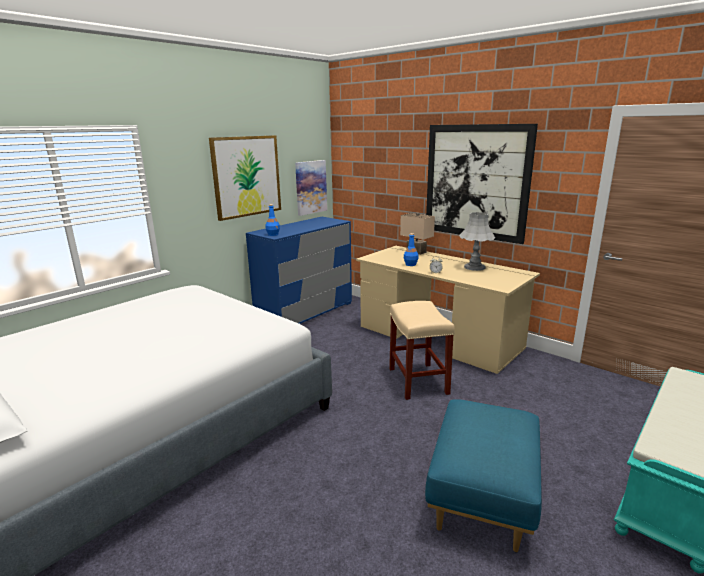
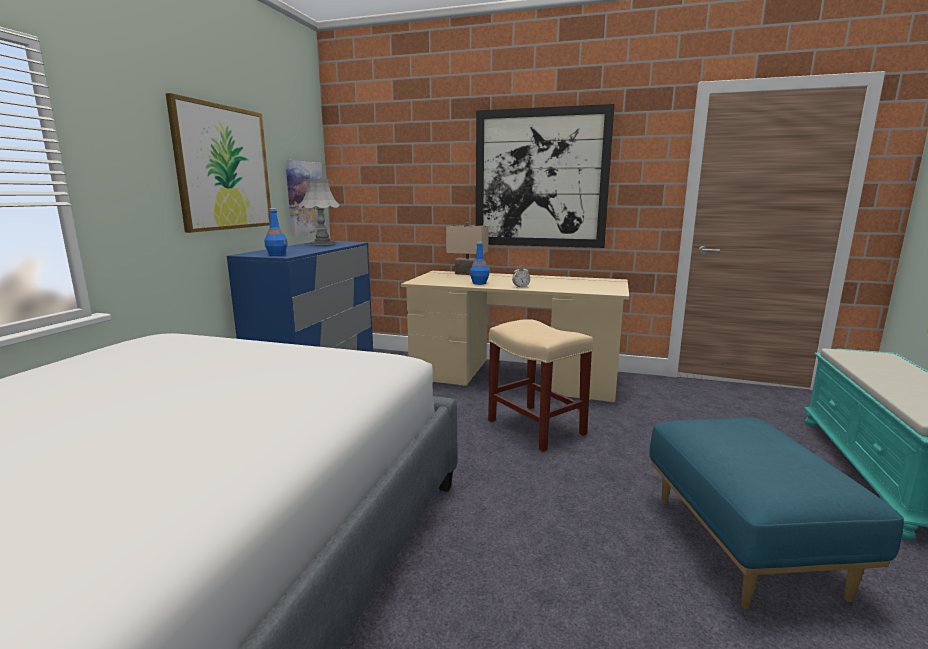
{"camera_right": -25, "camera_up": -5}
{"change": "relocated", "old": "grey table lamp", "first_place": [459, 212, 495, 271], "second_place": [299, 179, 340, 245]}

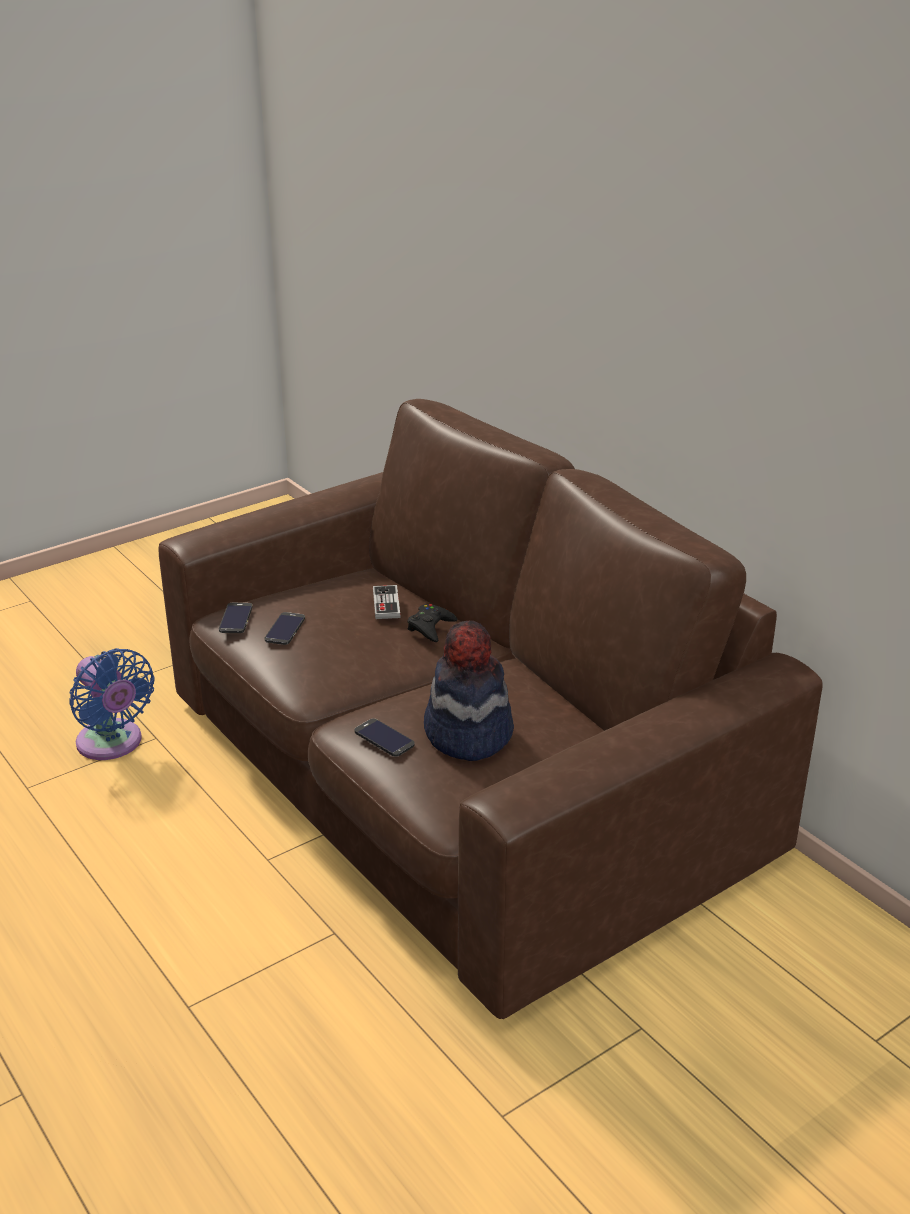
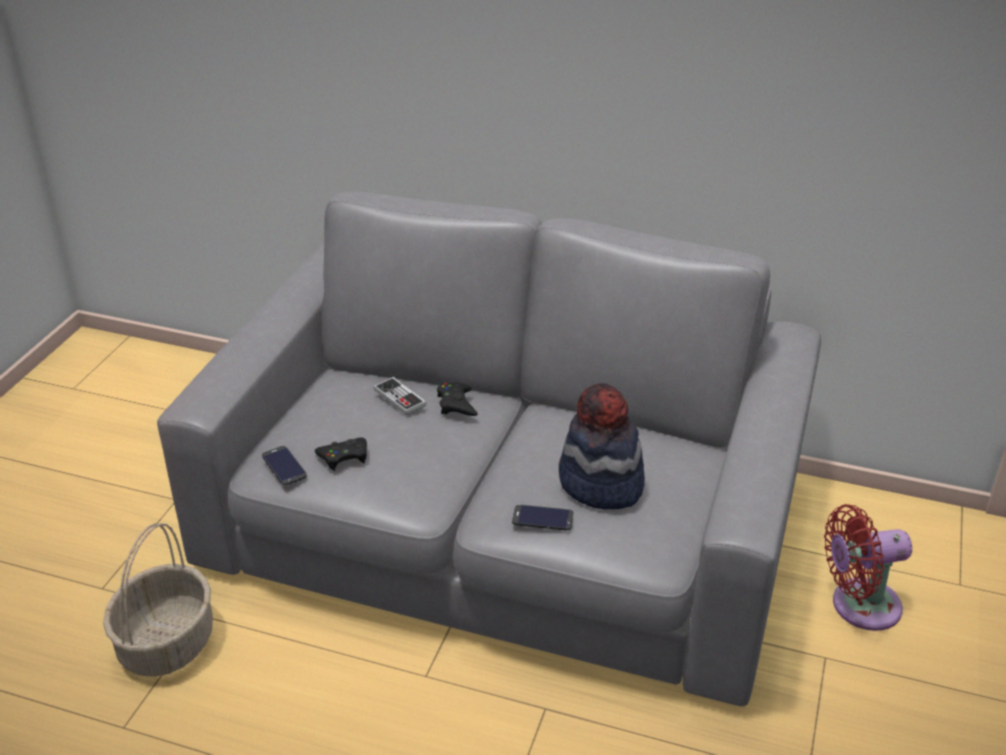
{"camera_right": -35, "camera_up": 5}
{"change": "exchanged", "old": "blue fan", "new": "basket", "first_place": [69, 648, 155, 760], "second_place": [103, 523, 213, 677]}
{"change": "colour", "old": "brown sofa", "new": "grey sofa", "first_place": [158, 399, 823, 1019], "second_place": [157, 192, 821, 707]}
{"change": "exchanged", "old": "phone", "new": "black game controller", "first_place": [265, 612, 305, 645], "second_place": [315, 437, 367, 471]}
{"change": "appeared", "new": "red fan", "second_place": [824, 504, 912, 631]}

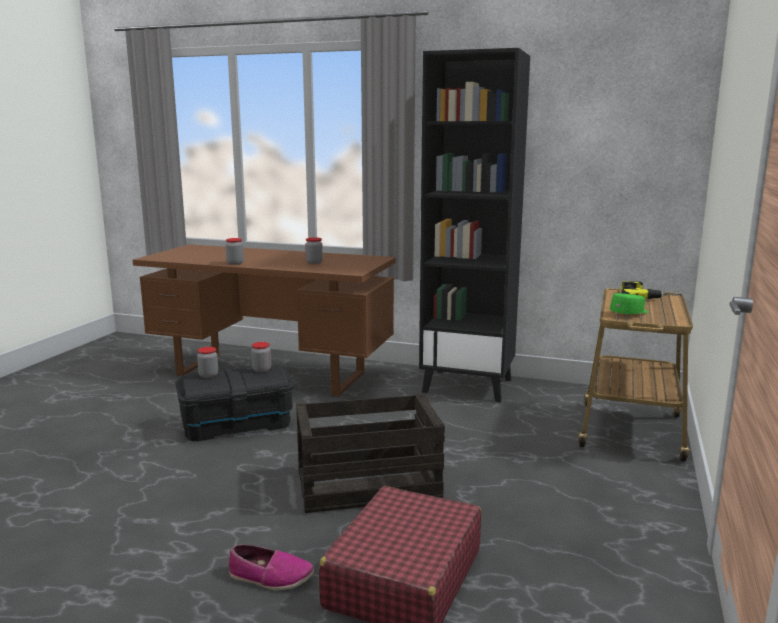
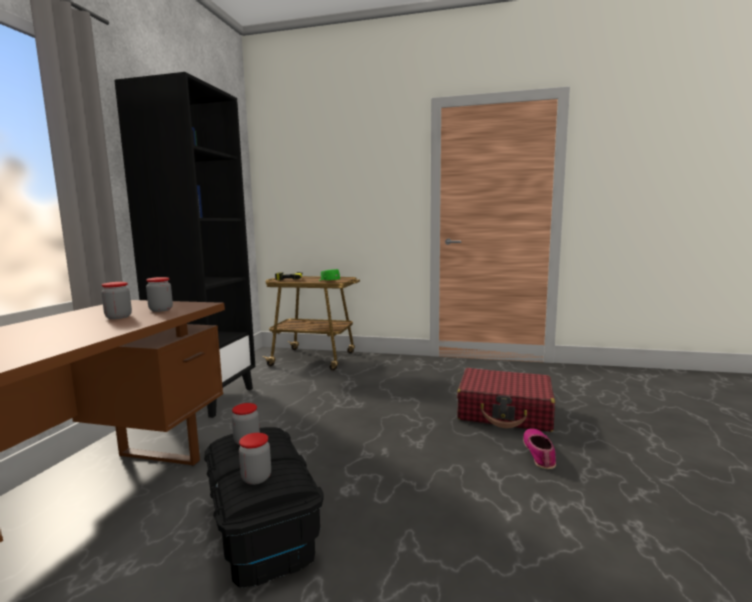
{"camera_right": -95, "camera_up": -5}
{"change": "relocated", "old": "jar", "first_place": [225, 238, 244, 265], "second_place": [146, 277, 173, 312]}
{"change": "missing", "old": "crate", "first_place": [296, 393, 445, 513]}

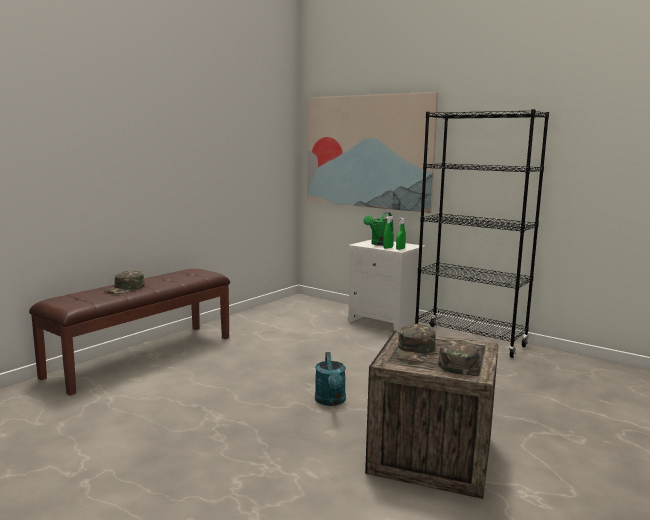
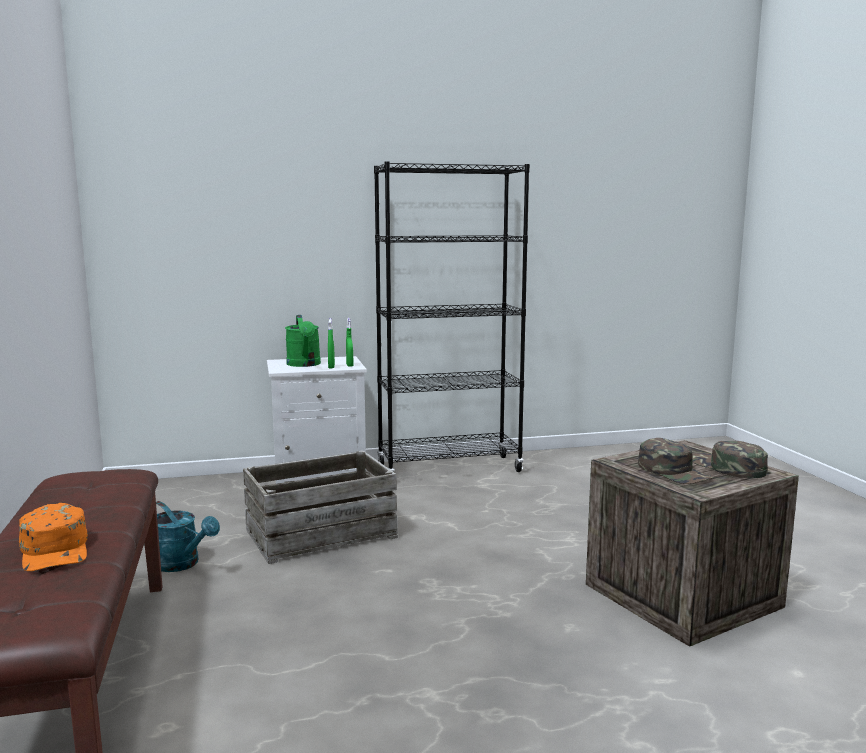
{"camera_right": -50, "camera_up": 0}
{"change": "colour", "old": "green cap", "new": "orange cap", "first_place": [105, 270, 145, 294], "second_place": [19, 503, 88, 571]}
{"change": "relocated", "old": "turquoise watering can", "first_place": [315, 352, 346, 406], "second_place": [156, 501, 220, 572]}
{"change": "appeared", "new": "crate", "second_place": [243, 451, 398, 564]}
{"change": "missing", "old": "picture", "first_place": [308, 92, 438, 213]}

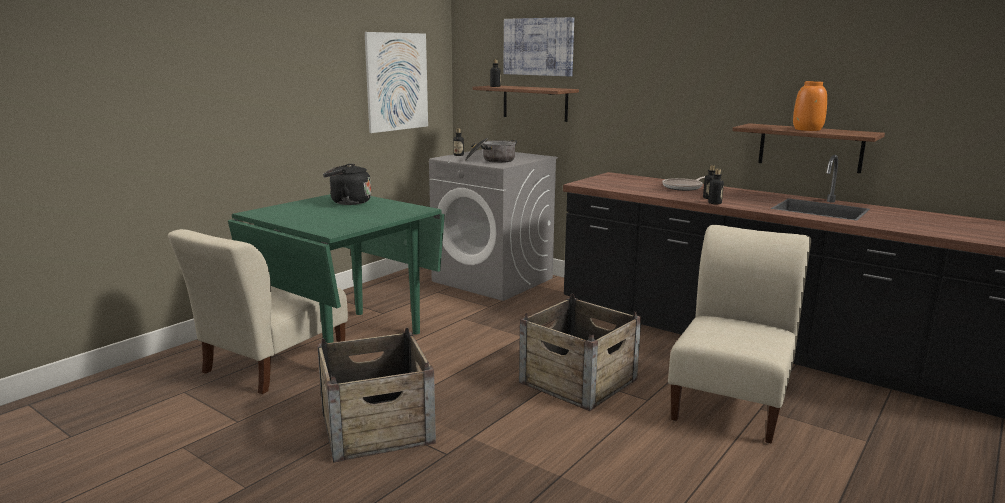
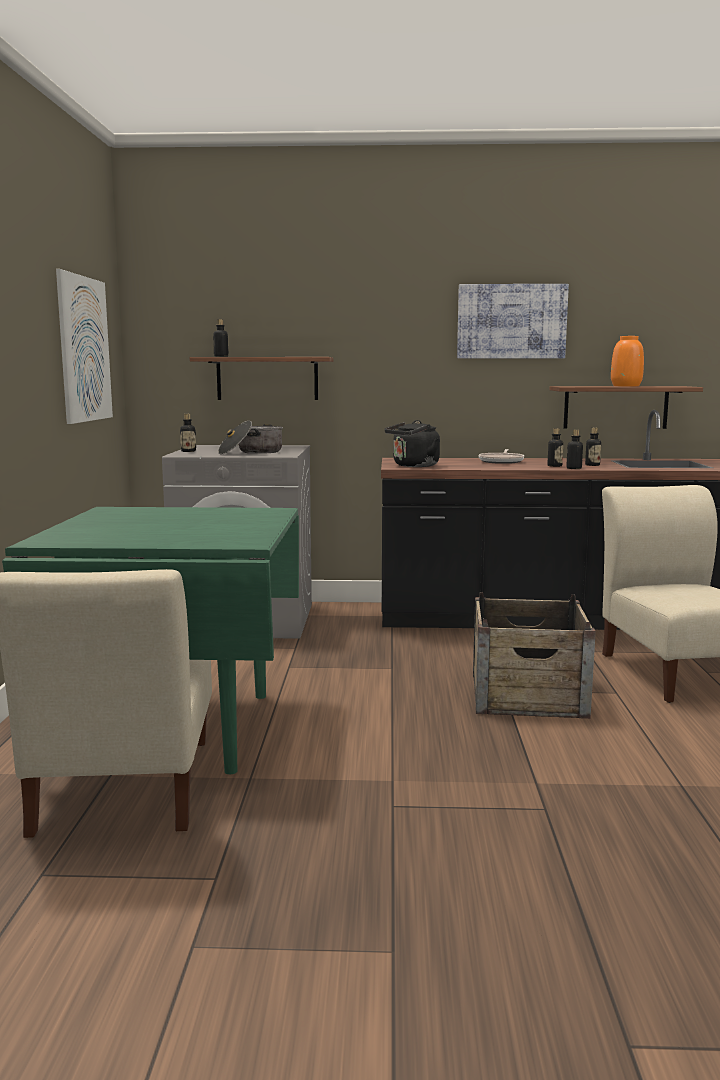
{"camera_right": -35, "camera_up": -5}
{"change": "relocated", "old": "black kettle", "first_place": [323, 163, 371, 205], "second_place": [385, 420, 440, 467]}
{"change": "relocated", "old": "picture", "first_place": [504, 17, 574, 76], "second_place": [457, 284, 569, 358]}
{"change": "appeared", "new": "bottle", "second_place": [585, 428, 601, 466]}
{"change": "missing", "old": "crate", "first_place": [317, 328, 436, 463]}

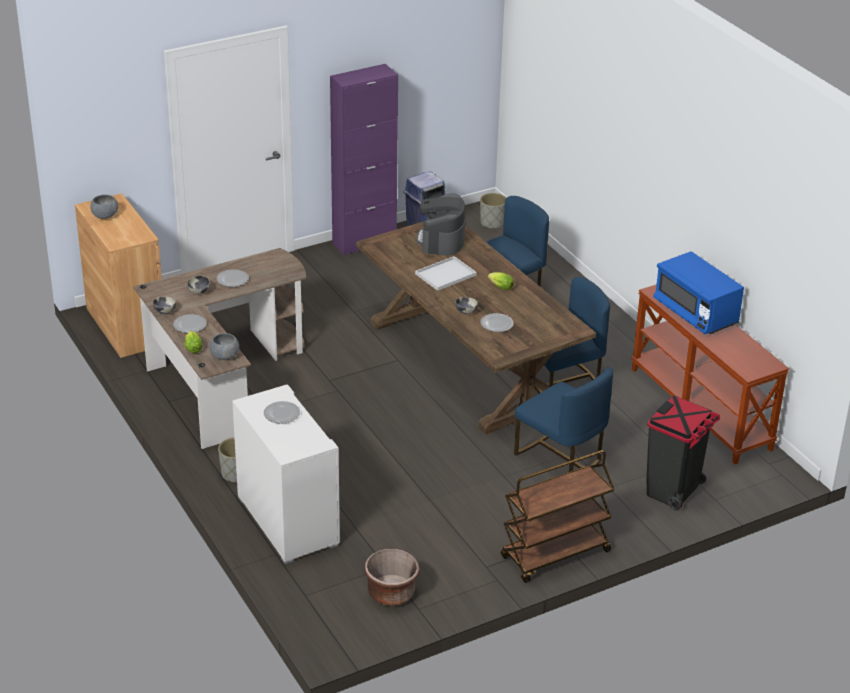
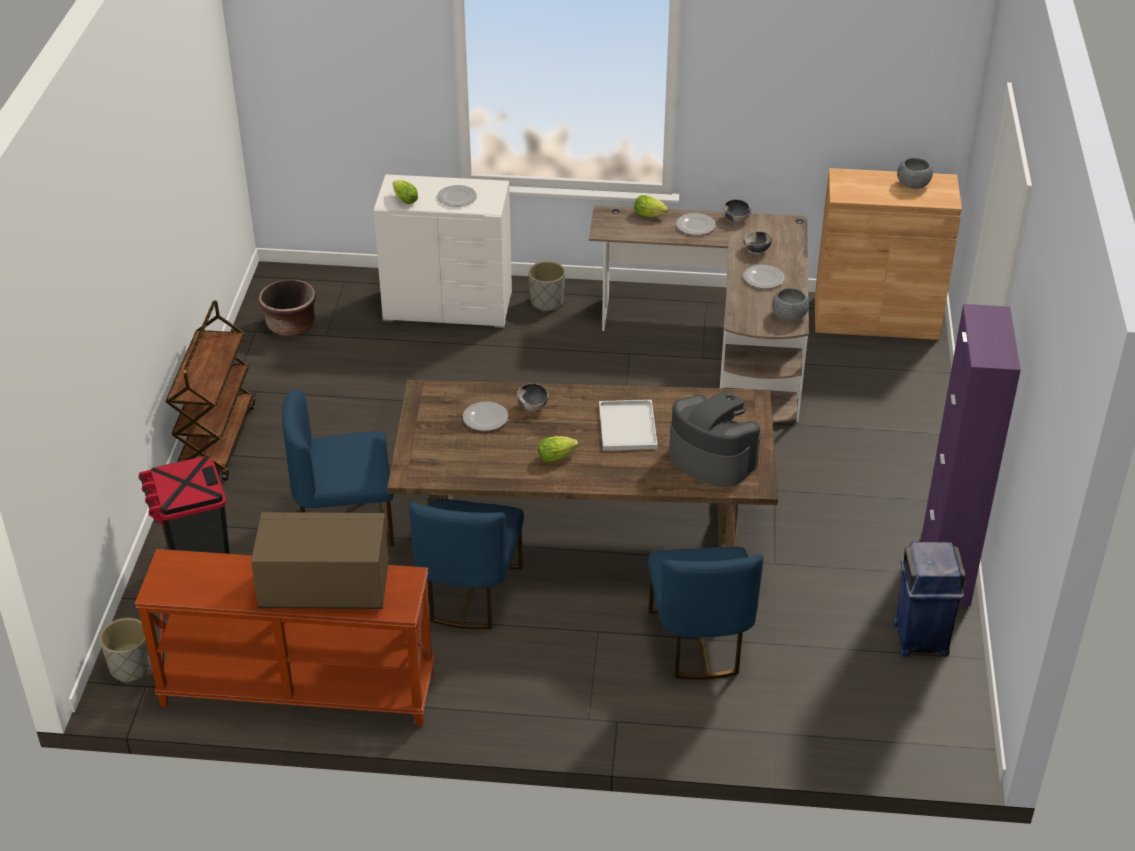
{"camera_right": 125, "camera_up": 5}
{"change": "relocated", "old": "grey planter", "first_place": [480, 193, 506, 229], "second_place": [99, 618, 151, 683]}
{"change": "colour", "old": "blue microwave", "new": "brown microwave", "first_place": [653, 251, 744, 334], "second_place": [251, 512, 389, 609]}
{"change": "appeared", "new": "lettuce", "second_place": [393, 180, 418, 204]}
{"change": "relocated", "old": "grey bowl", "first_place": [209, 333, 239, 360], "second_place": [772, 288, 809, 321]}

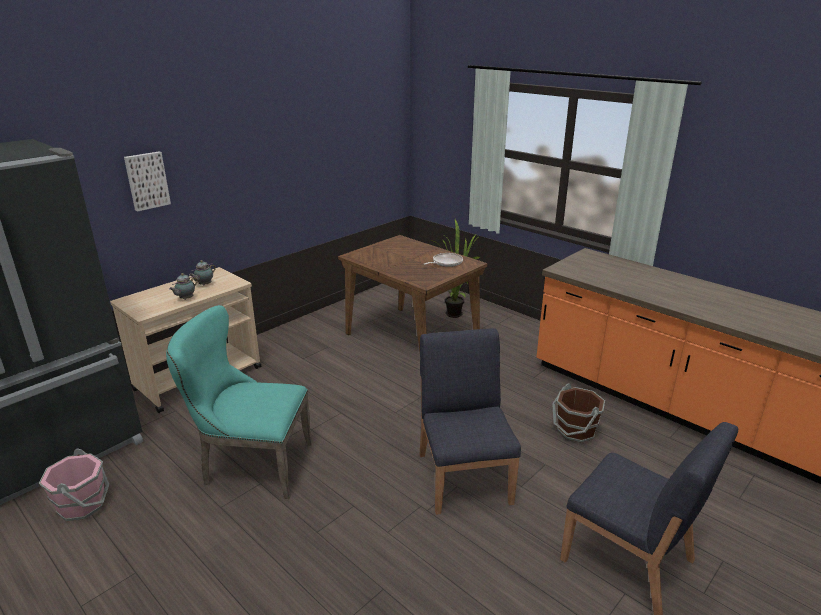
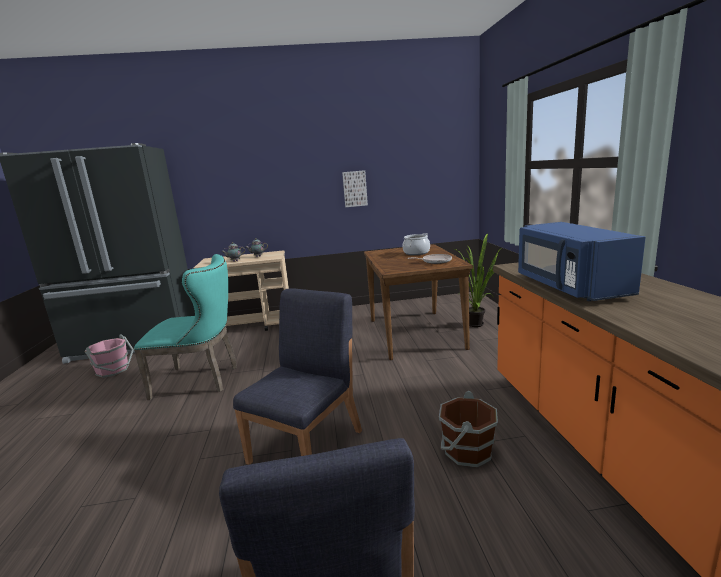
{"camera_right": 40, "camera_up": -10}
{"change": "spun", "old": "turquoise chair", "first_place": [166, 305, 312, 499], "second_place": [134, 254, 237, 400], "degrees": 135}
{"change": "relocated", "old": "picture", "first_place": [124, 151, 171, 212], "second_place": [342, 170, 368, 207]}
{"change": "appeared", "new": "cooking pot", "second_place": [403, 233, 430, 255]}
{"change": "appeared", "new": "blue microwave", "second_place": [518, 222, 646, 301]}

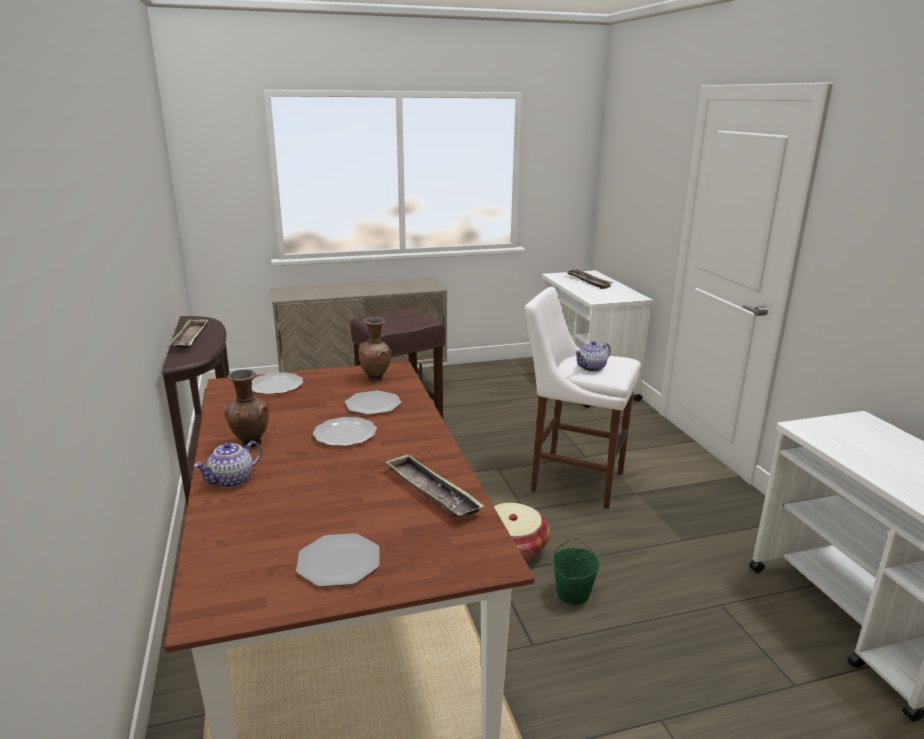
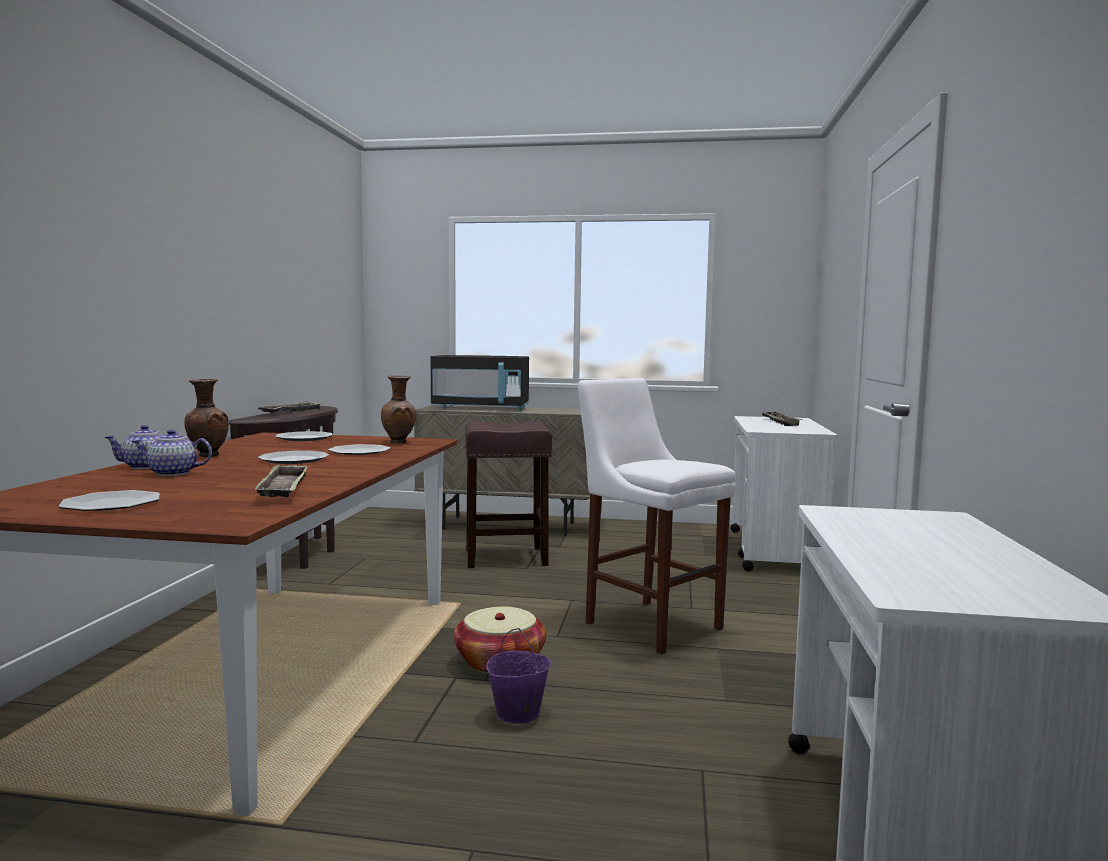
{"camera_right": 25, "camera_up": -15}
{"change": "relocated", "old": "teapot", "first_place": [575, 341, 611, 372], "second_place": [131, 430, 212, 476]}
{"change": "appeared", "new": "black microwave", "second_place": [431, 355, 529, 410]}
{"change": "colour", "old": "green bucket", "new": "purple bucket", "first_place": [553, 539, 600, 605], "second_place": [486, 628, 551, 724]}

